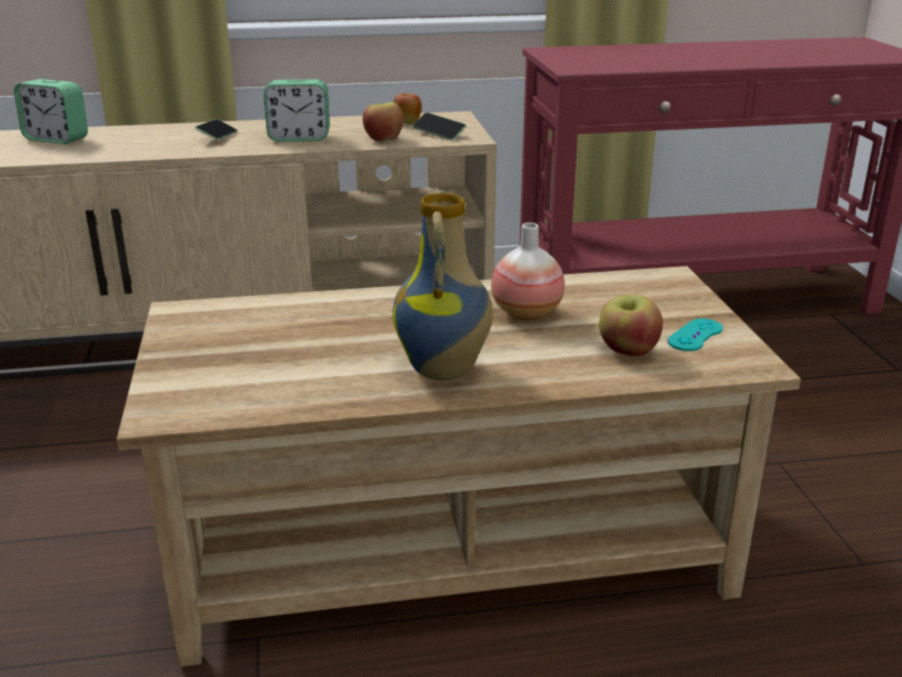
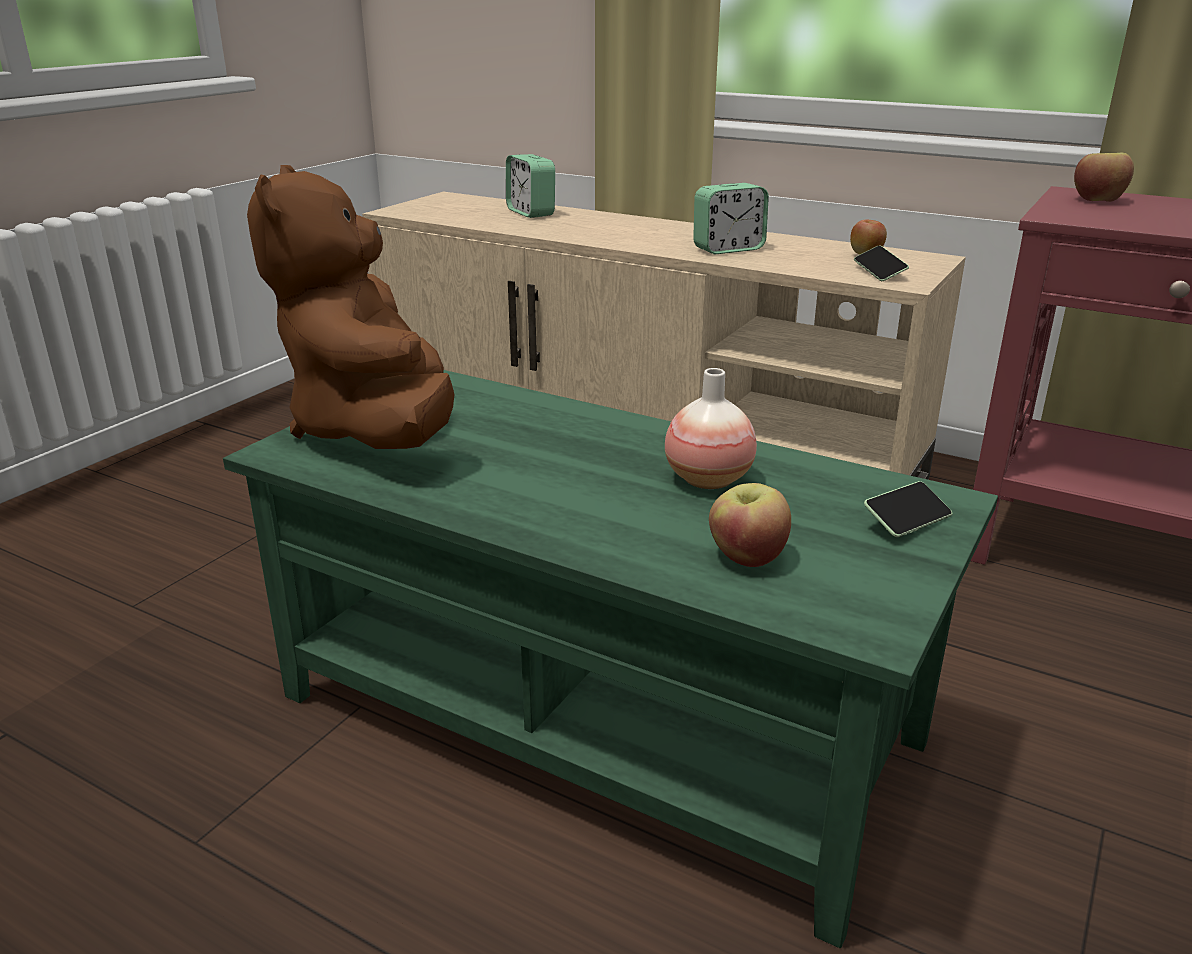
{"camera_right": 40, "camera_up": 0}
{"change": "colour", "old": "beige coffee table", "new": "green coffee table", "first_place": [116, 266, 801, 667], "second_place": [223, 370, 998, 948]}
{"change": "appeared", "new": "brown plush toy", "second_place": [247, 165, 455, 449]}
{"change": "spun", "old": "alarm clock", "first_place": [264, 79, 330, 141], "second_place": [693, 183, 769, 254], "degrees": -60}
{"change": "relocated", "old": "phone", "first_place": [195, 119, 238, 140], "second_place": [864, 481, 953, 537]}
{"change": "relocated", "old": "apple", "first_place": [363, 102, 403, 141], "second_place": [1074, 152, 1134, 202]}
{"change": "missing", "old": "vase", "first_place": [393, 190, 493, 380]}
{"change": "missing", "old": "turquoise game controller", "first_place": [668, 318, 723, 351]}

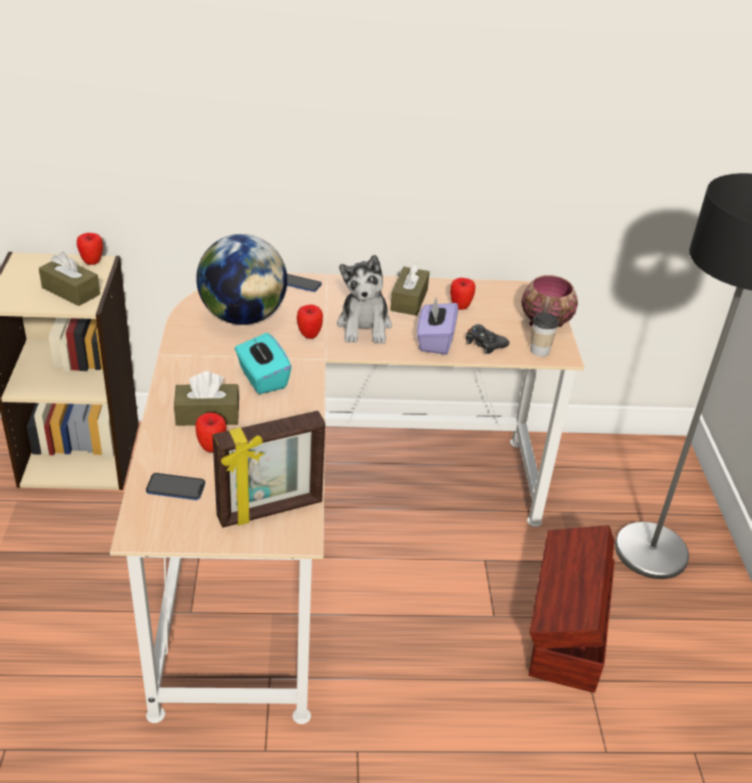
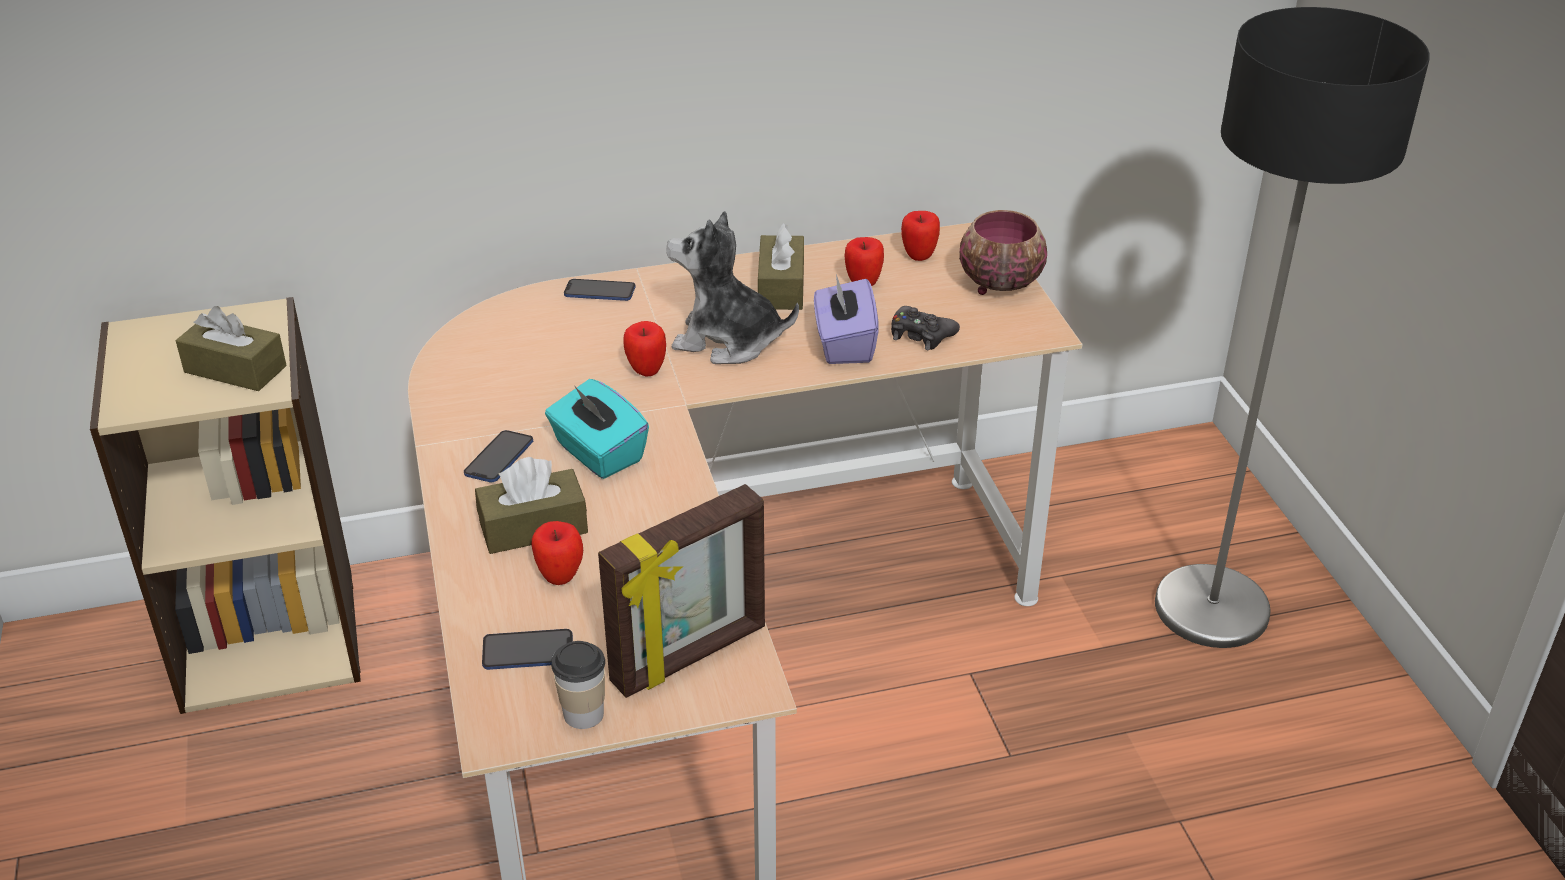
{"camera_right": -10, "camera_up": 0}
{"change": "appeared", "new": "phone", "second_place": [464, 430, 533, 482]}
{"change": "relocated", "old": "cup", "first_place": [530, 312, 558, 357], "second_place": [551, 641, 605, 729]}
{"change": "spun", "old": "plush toy", "first_place": [337, 255, 392, 344], "second_place": [666, 211, 799, 364], "degrees": 120}
{"change": "relocated", "old": "apple", "first_place": [77, 233, 103, 265], "second_place": [901, 211, 940, 261]}
{"change": "missing", "old": "globe", "first_place": [196, 234, 287, 325]}
{"change": "missing", "old": "brown storage box", "first_place": [529, 525, 615, 693]}

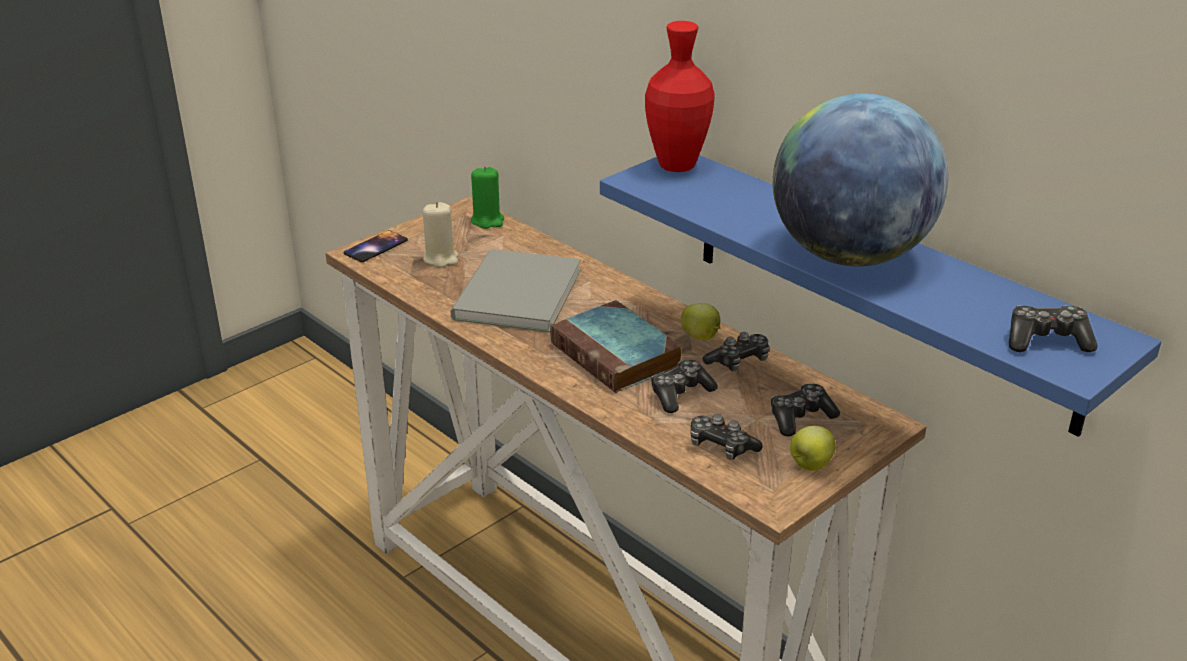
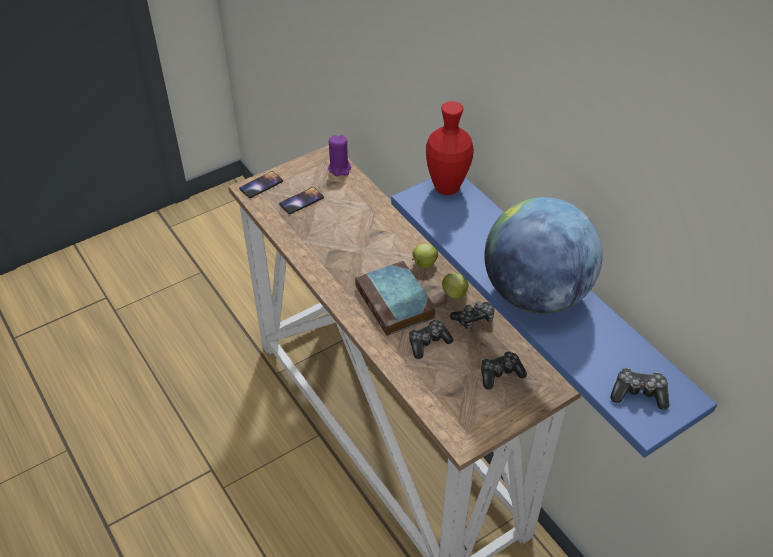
{"camera_right": 10, "camera_up": 15}
{"change": "exchanged", "old": "beige candle", "new": "phone", "first_place": [423, 202, 458, 268], "second_place": [279, 187, 324, 214]}
{"change": "colour", "old": "green candle", "new": "purple candle", "first_place": [471, 166, 504, 229], "second_place": [328, 135, 351, 176]}
{"change": "relocated", "old": "apple", "first_place": [790, 426, 836, 471], "second_place": [412, 243, 438, 268]}
{"change": "missing", "old": "grey book", "first_place": [450, 249, 581, 332]}
{"change": "missing", "old": "game controller", "first_place": [691, 414, 763, 460]}

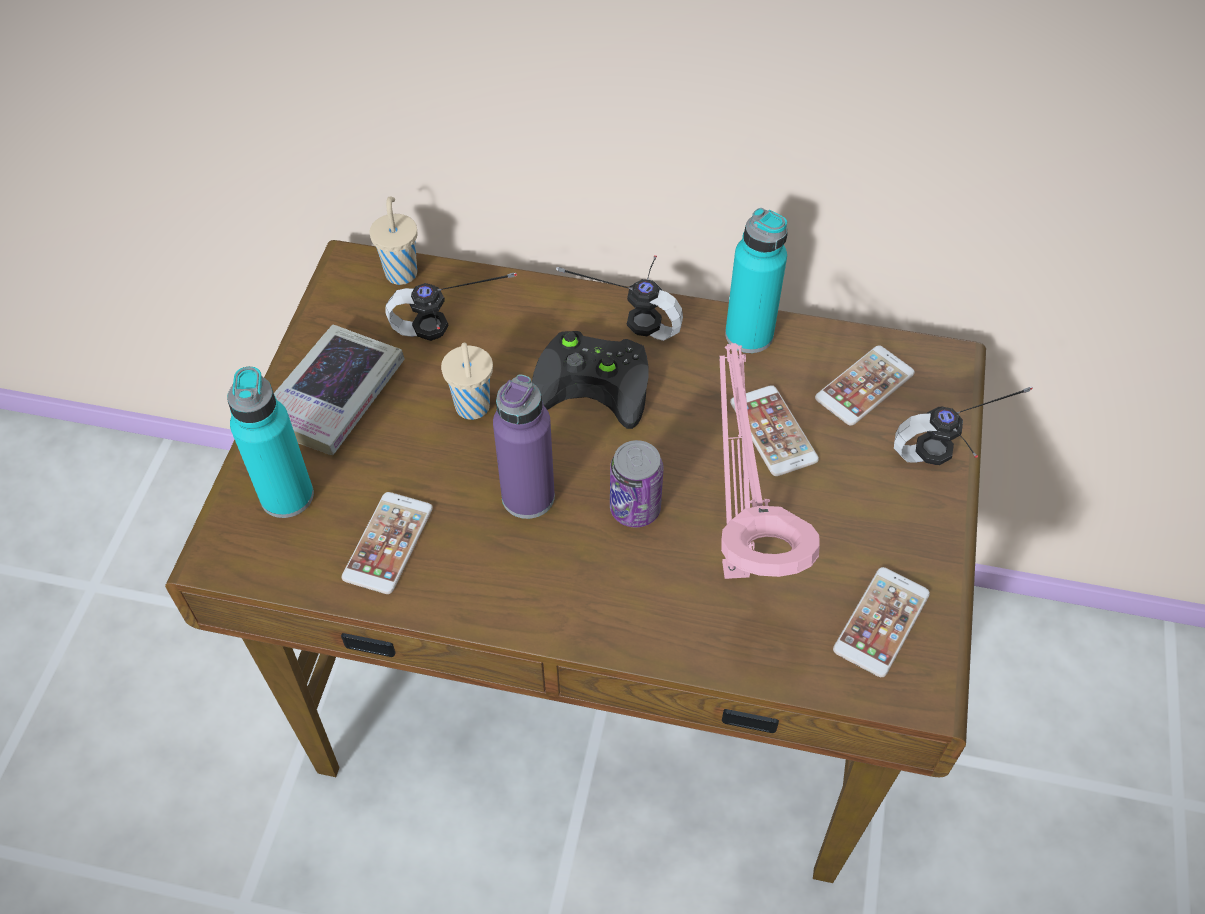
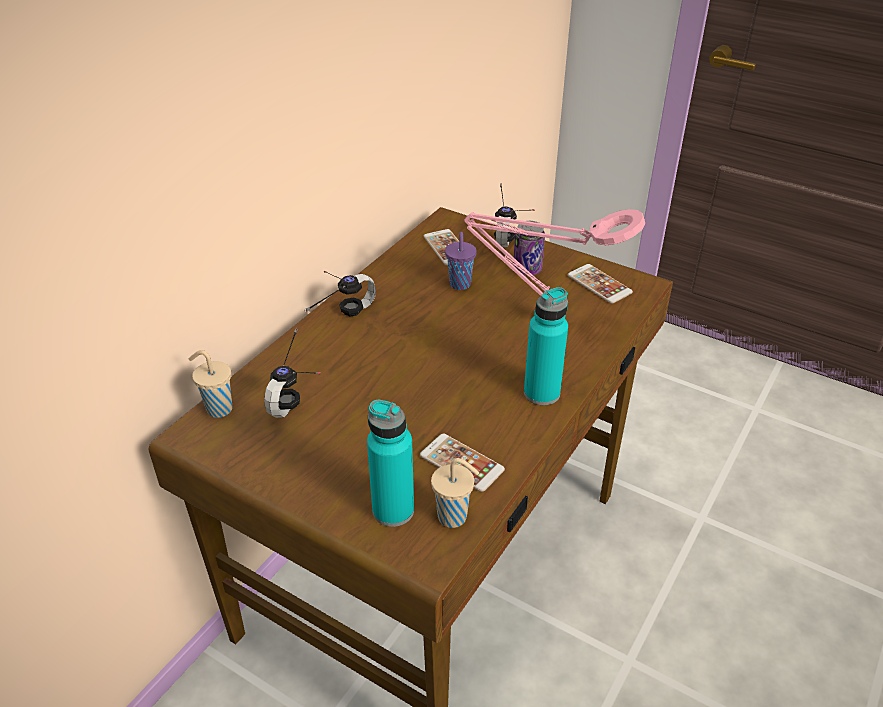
{"camera_right": -70, "camera_up": -15}
{"change": "relocated", "old": "beige cup", "first_place": [441, 342, 493, 420], "second_place": [431, 458, 479, 528]}
{"change": "exchanged", "old": "phone", "new": "purple cup", "first_place": [730, 385, 819, 476], "second_place": [445, 232, 477, 290]}
{"change": "relocated", "old": "can", "first_place": [610, 440, 664, 527], "second_place": [513, 221, 545, 275]}
{"change": "relocated", "old": "turquoise bottle", "first_place": [725, 208, 788, 353], "second_place": [524, 287, 568, 405]}
{"change": "missing", "old": "book", "first_place": [274, 324, 405, 455]}
{"change": "missing", "old": "purple bottle", "first_place": [493, 374, 555, 519]}
{"change": "missing", "old": "black game controller", "first_place": [532, 331, 649, 429]}

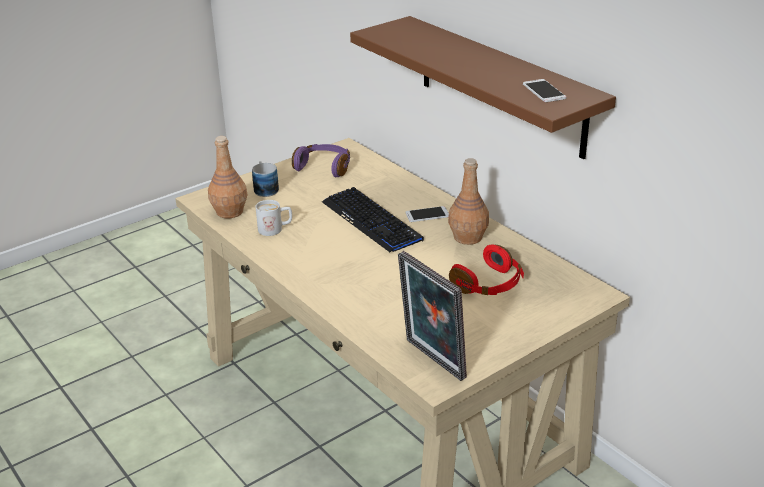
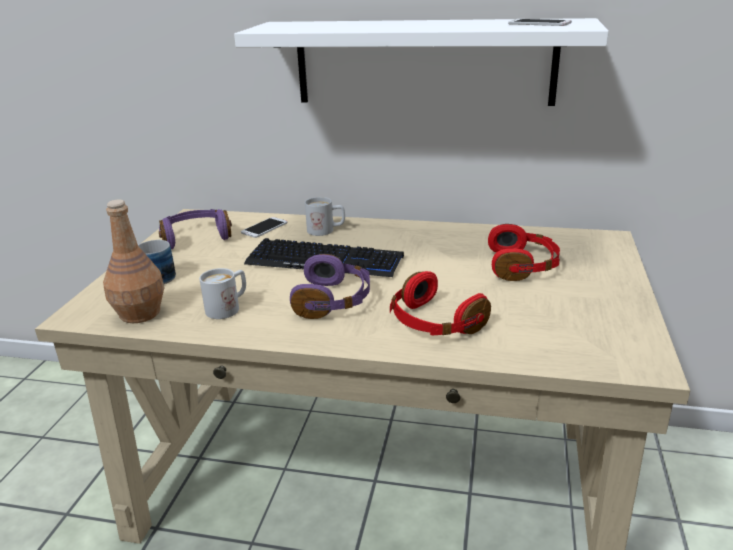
{"camera_right": -40, "camera_up": -5}
{"change": "colour", "old": "brown shelf", "new": "white shelf", "first_place": [350, 16, 616, 159], "second_place": [234, 18, 609, 106]}
{"change": "relocated", "old": "phone", "first_place": [405, 206, 449, 222], "second_place": [241, 217, 288, 238]}
{"change": "appeared", "new": "purple headphones", "second_place": [290, 254, 370, 319]}
{"change": "appeared", "new": "white mug", "second_place": [305, 197, 345, 236]}
{"change": "appeared", "new": "red headphones", "second_place": [390, 271, 491, 335]}
{"change": "missing", "old": "picture frame", "first_place": [398, 251, 467, 381]}
{"change": "missing", "old": "brown bottle", "first_place": [448, 158, 489, 245]}

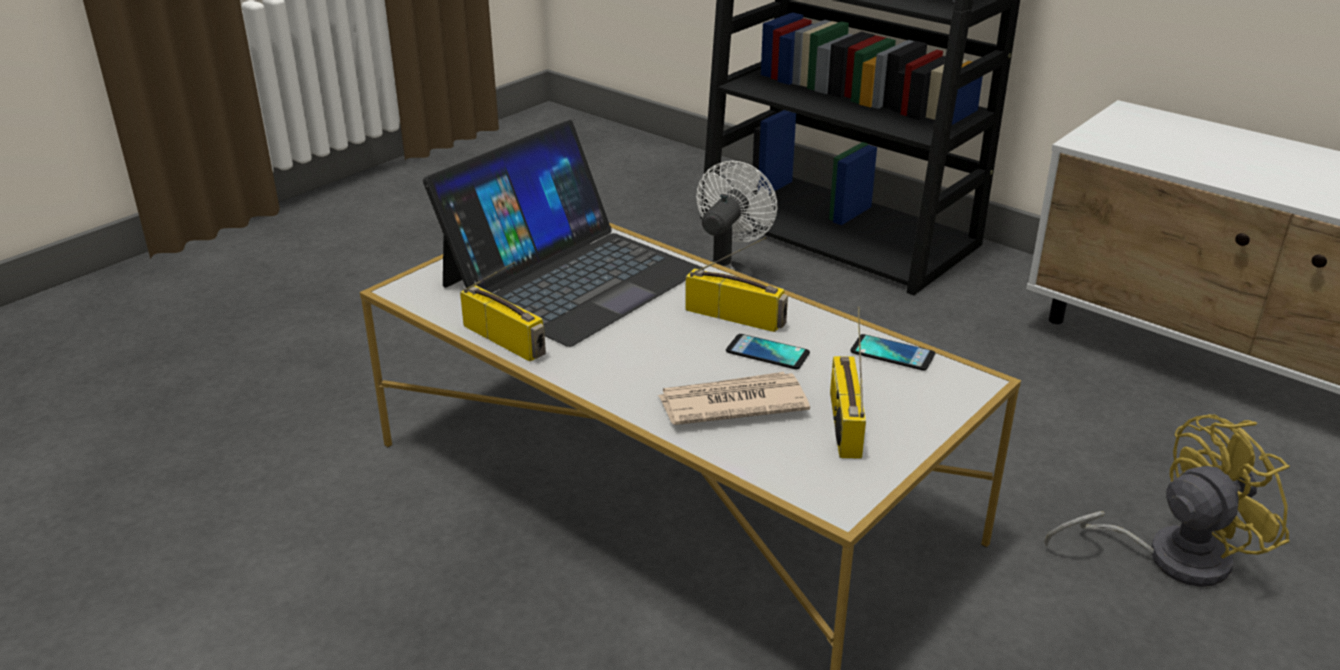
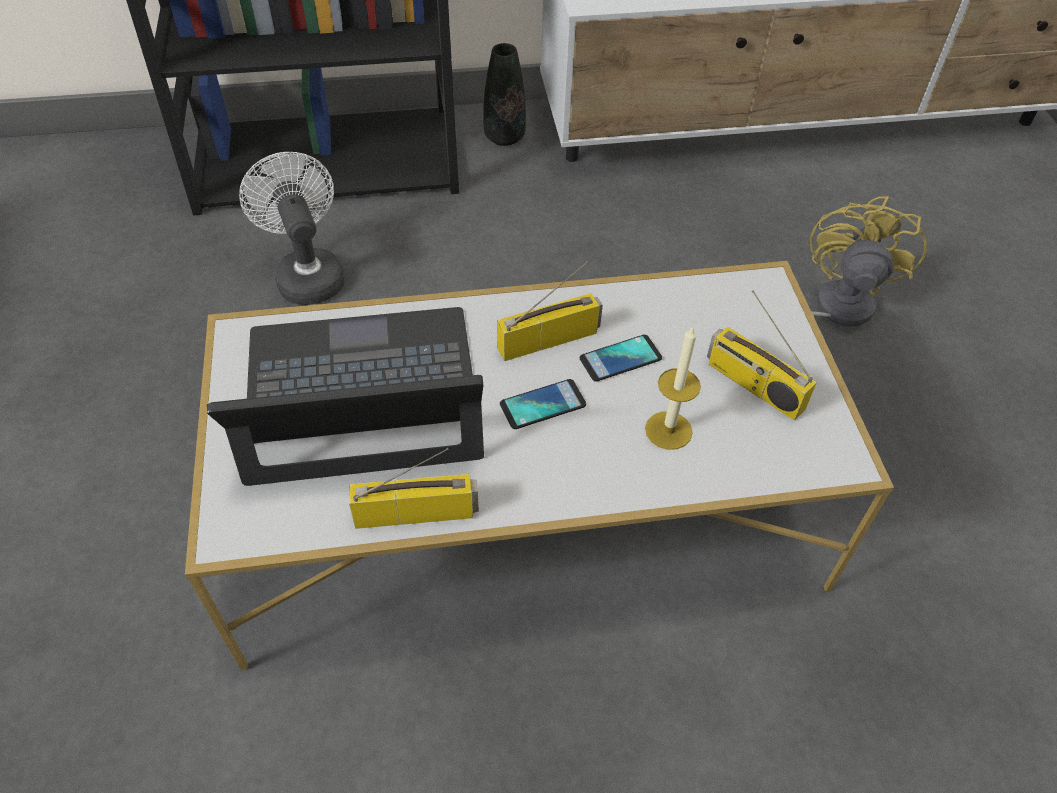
{"camera_right": -50, "camera_up": 20}
{"change": "spun", "old": "laptop", "first_place": [423, 120, 704, 347], "second_place": [207, 307, 484, 486], "degrees": -90}
{"change": "appeared", "new": "black vase", "second_place": [483, 43, 526, 146]}
{"change": "relocated", "old": "phone", "first_place": [851, 334, 935, 371], "second_place": [500, 379, 586, 429]}
{"change": "exchanged", "old": "newspaper", "new": "candle", "first_place": [657, 372, 810, 425], "second_place": [645, 326, 701, 450]}

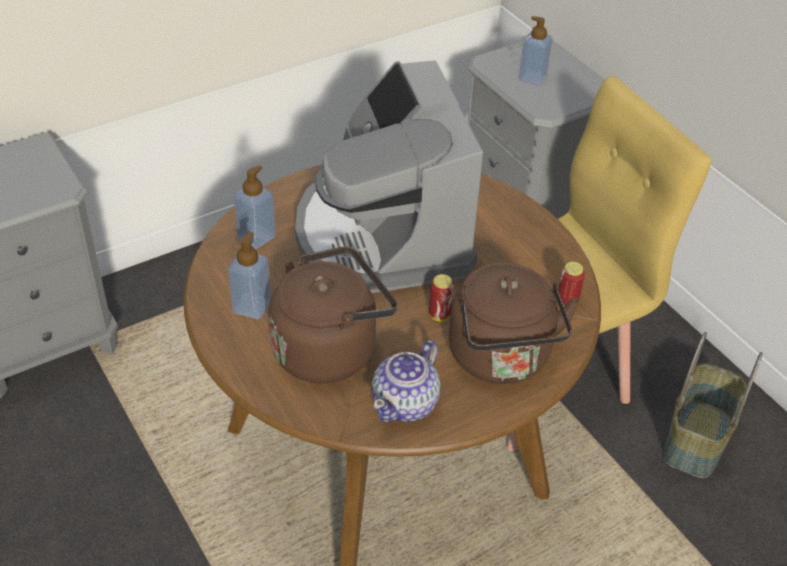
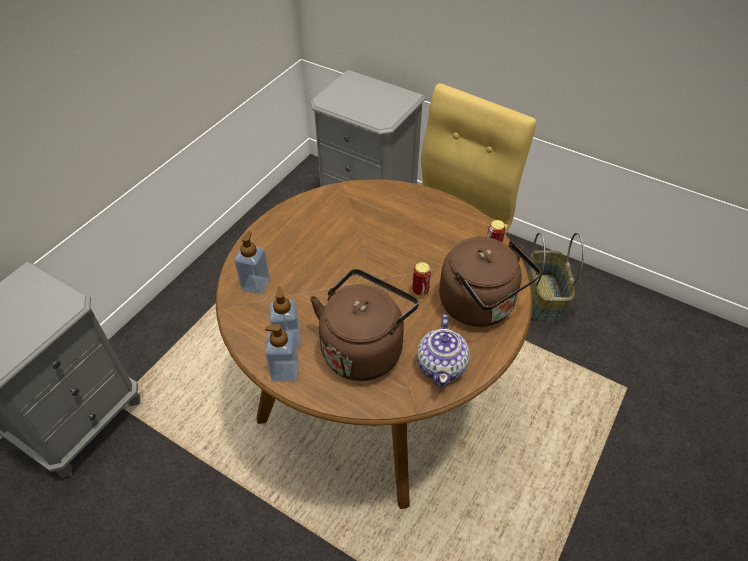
{"camera_right": -25, "camera_up": 5}
{"change": "relocated", "old": "soap dispenser", "first_place": [519, 16, 553, 85], "second_place": [265, 324, 299, 382]}
{"change": "missing", "old": "coffee machine", "first_place": [295, 60, 483, 293]}

